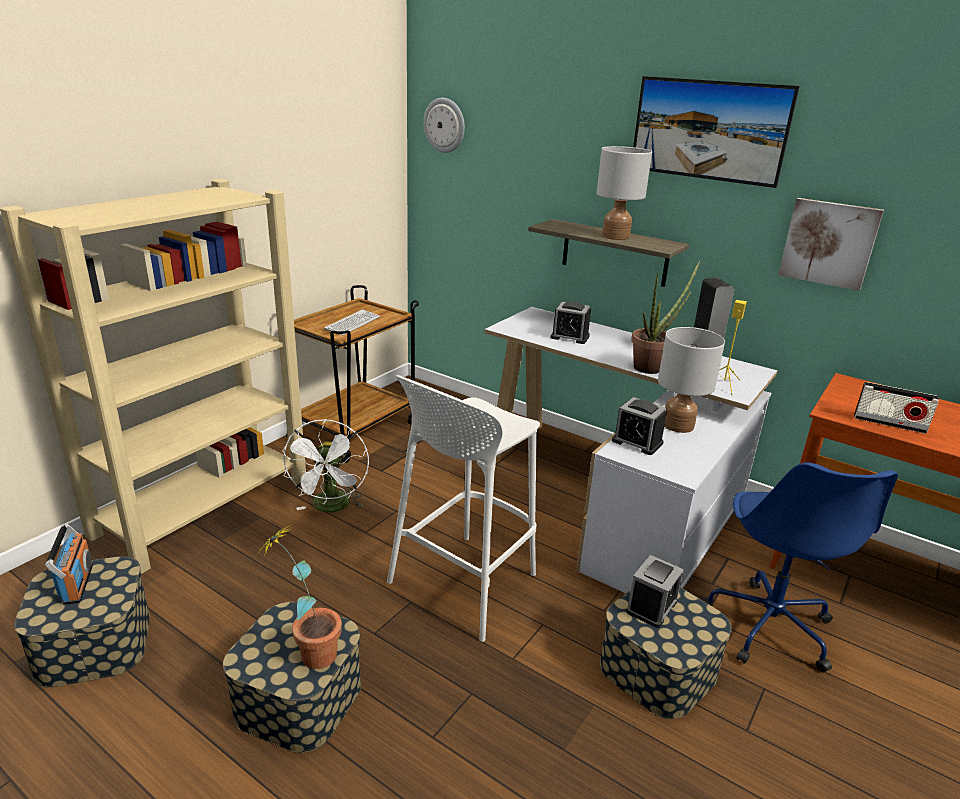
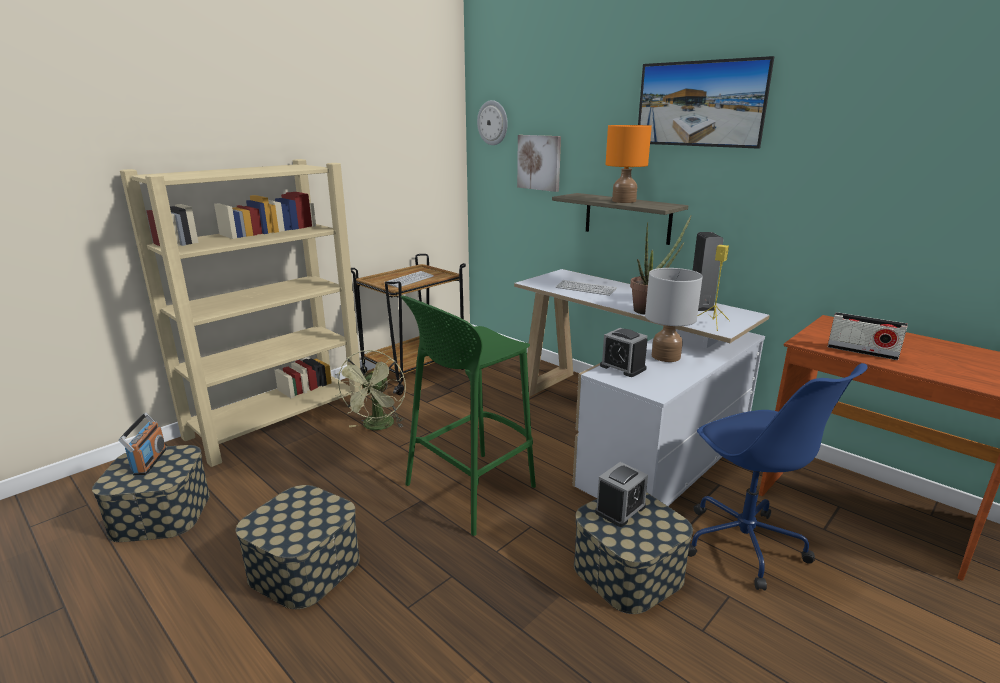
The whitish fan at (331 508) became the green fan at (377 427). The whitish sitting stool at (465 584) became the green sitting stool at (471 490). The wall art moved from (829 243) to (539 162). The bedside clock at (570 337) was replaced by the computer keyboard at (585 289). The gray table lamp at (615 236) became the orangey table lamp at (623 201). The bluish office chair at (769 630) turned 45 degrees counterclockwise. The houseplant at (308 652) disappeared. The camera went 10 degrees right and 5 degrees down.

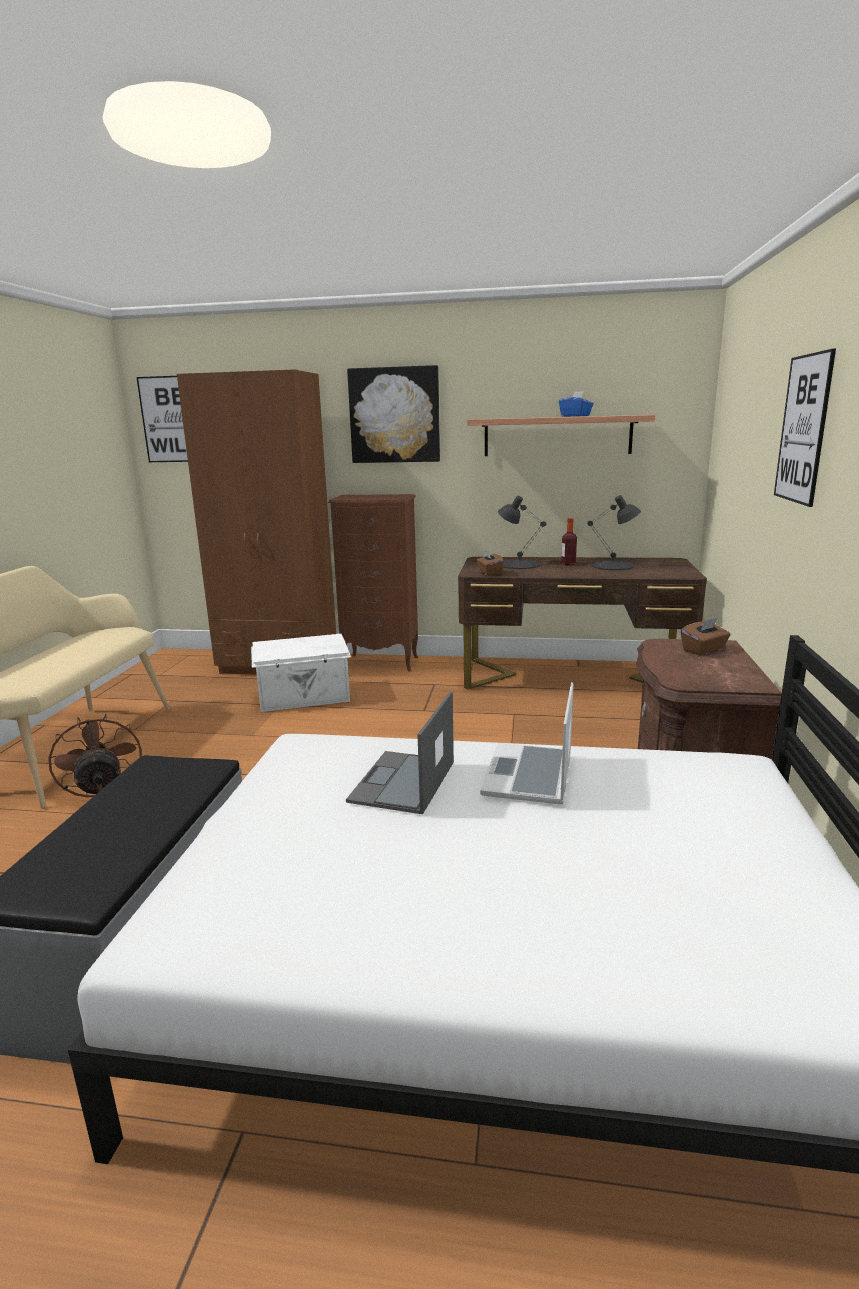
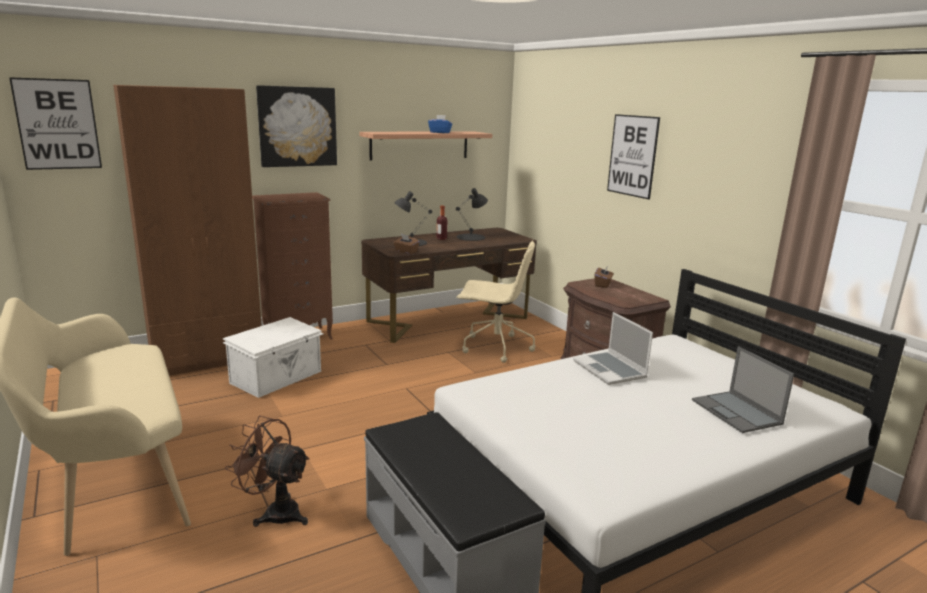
The beige-coloured office chair at (493 347) appeared. The laptop moved from (403 782) to (737 412). The camera went 40 degrees left and 0 degrees up.

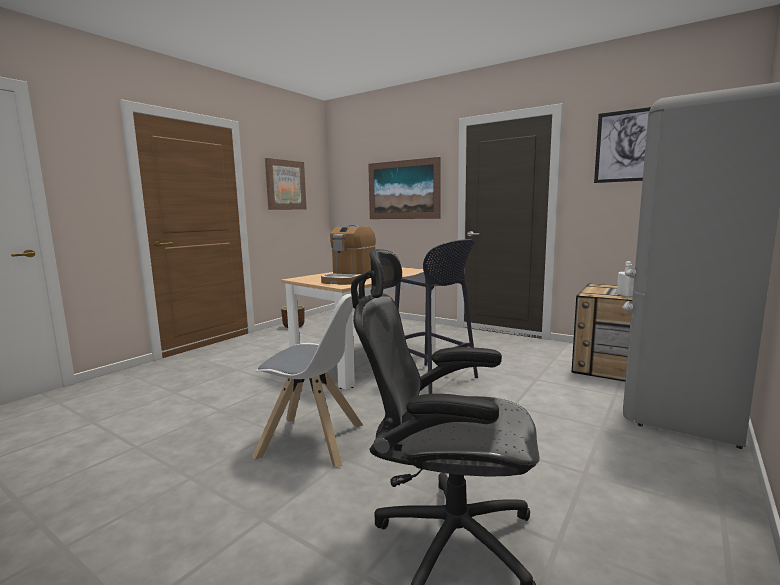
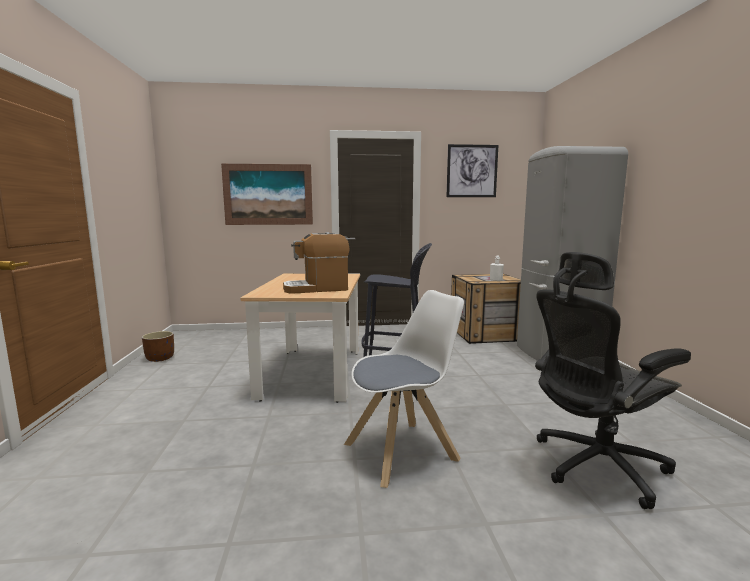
The coffee machine at (349 279) turned 90 degrees clockwise. The wall art at (285 185) disappeared. The camera went 40 degrees left and 0 degrees up.

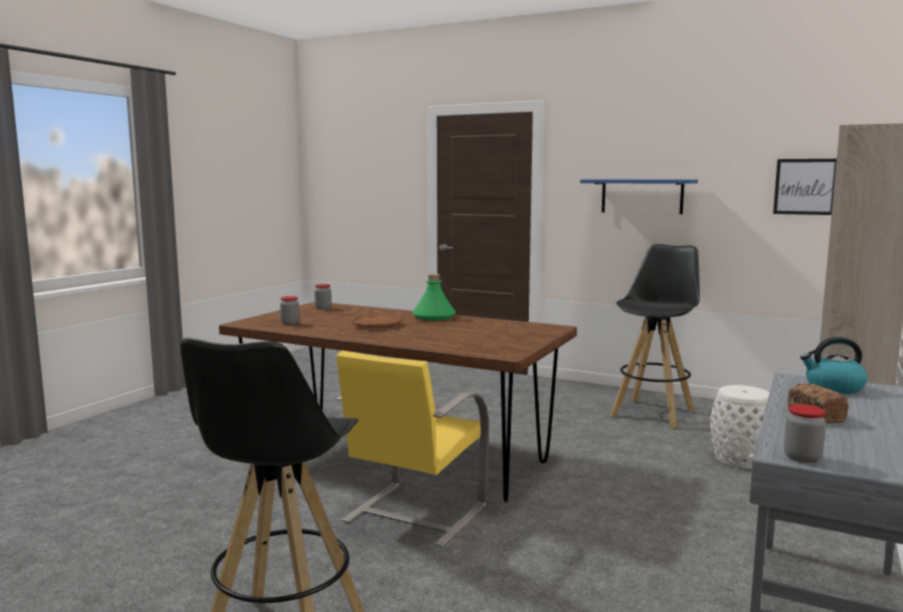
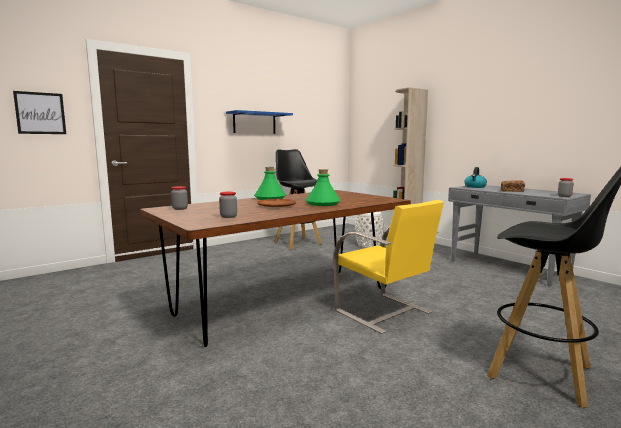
The wall art moved from (805 186) to (40 113). The green drink bottle at (322 203) appeared. The camera went 65 degrees left and 0 degrees up.

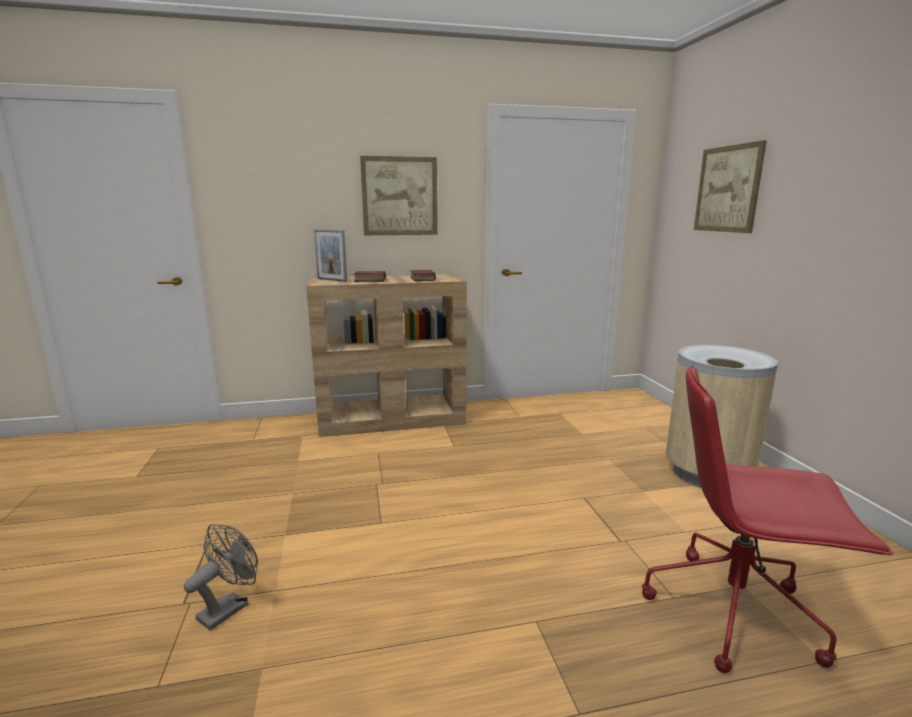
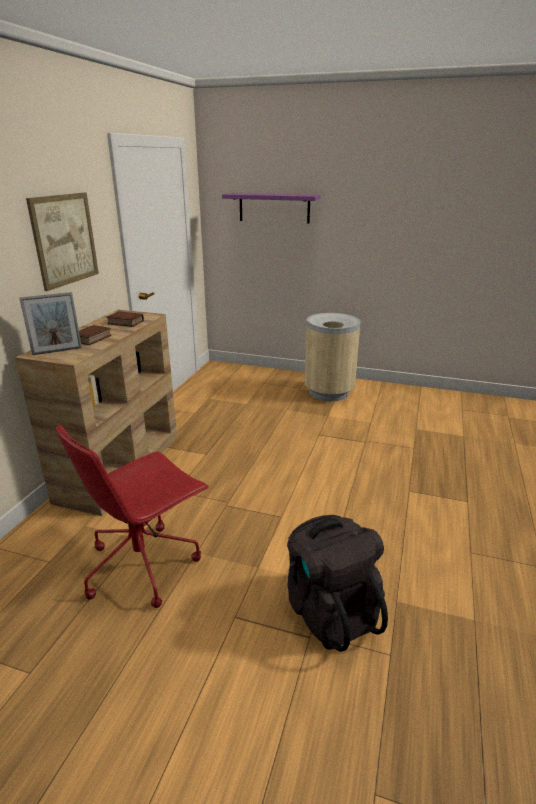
The red-coloured office chair moved from (740 614) to (146 564). The wall art at (728 189) was replaced by the purplish wall shelf at (274 208). The gray fan at (229 607) was replaced by the black backpack at (330 610). The camera went 60 degrees left and 10 degrees up.

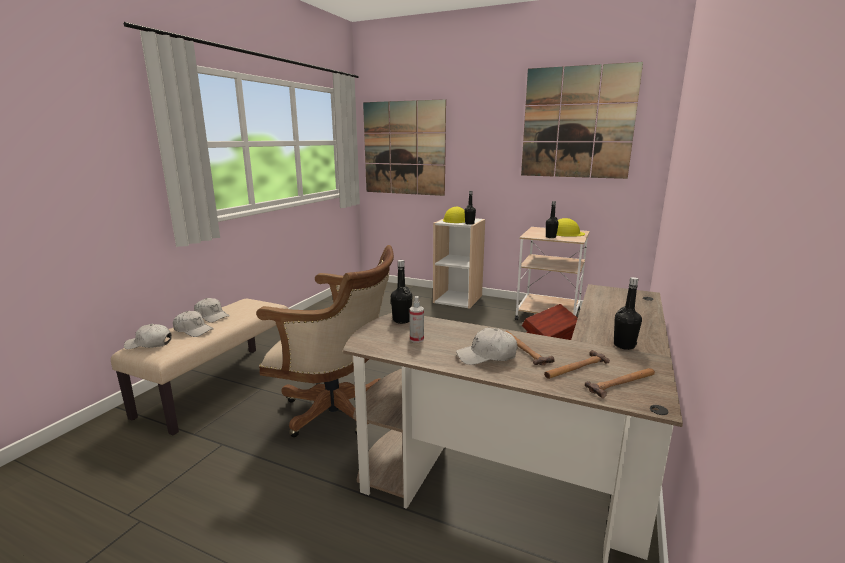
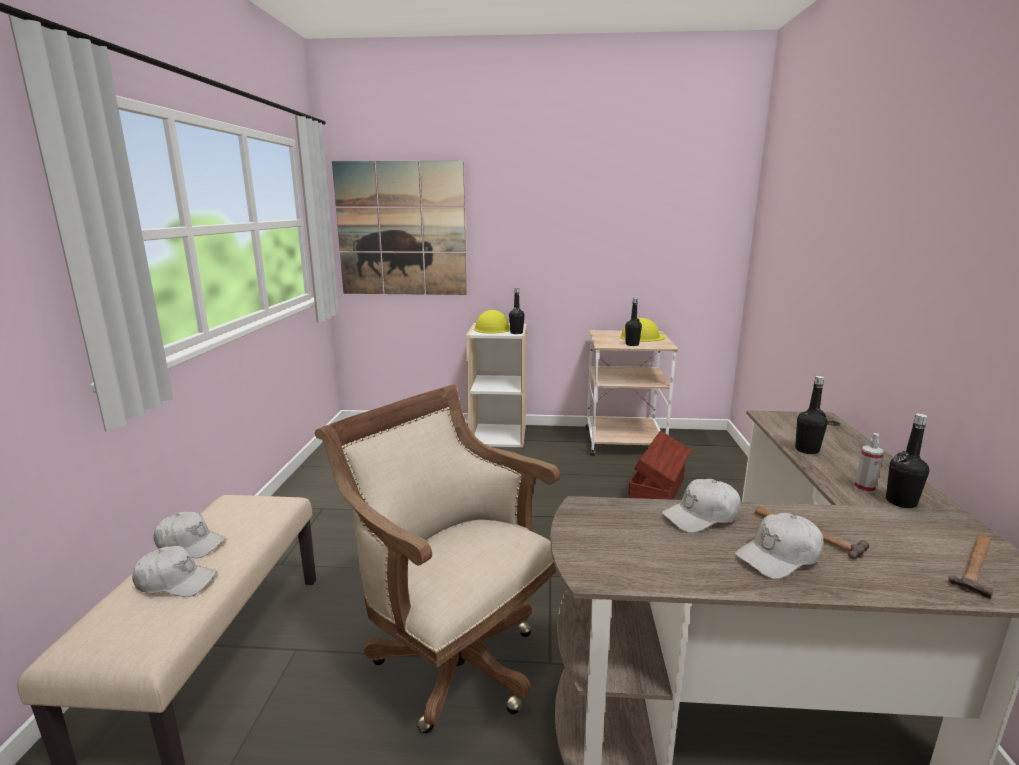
The office chair at (338 411) turned 135 degrees counterclockwise. The whitish baseball cap moved from (149 344) to (701 517). The black drink bottle moved from (401 320) to (807 450). The hand sprayer moved from (416 339) to (864 488). The wall art at (577 123) disappeared. The hammer at (575 368) disappeared. The camera went 20 degrees left and 0 degrees up.

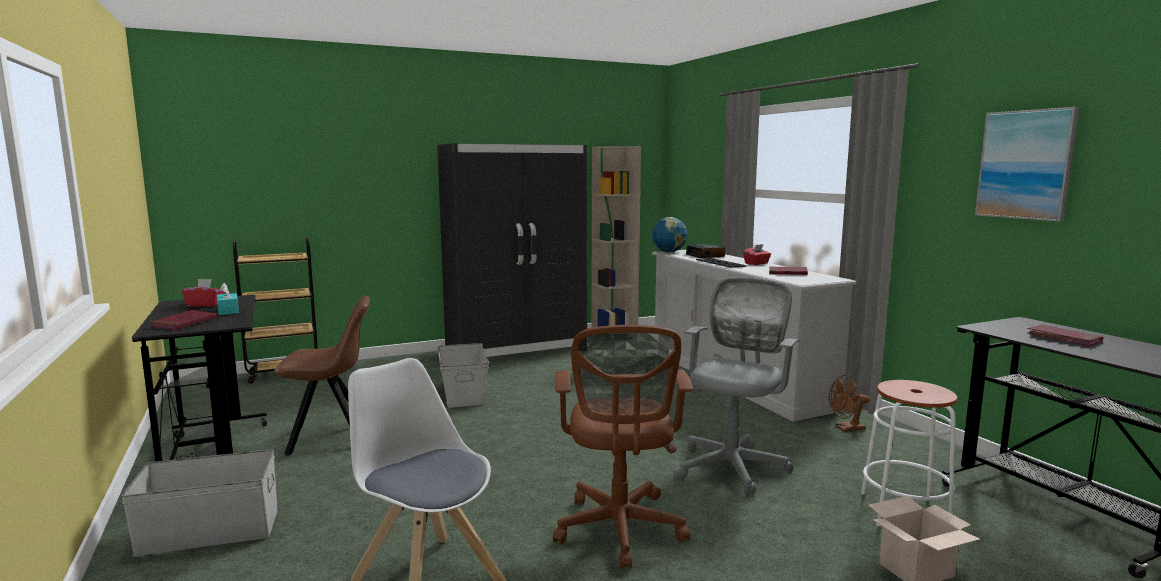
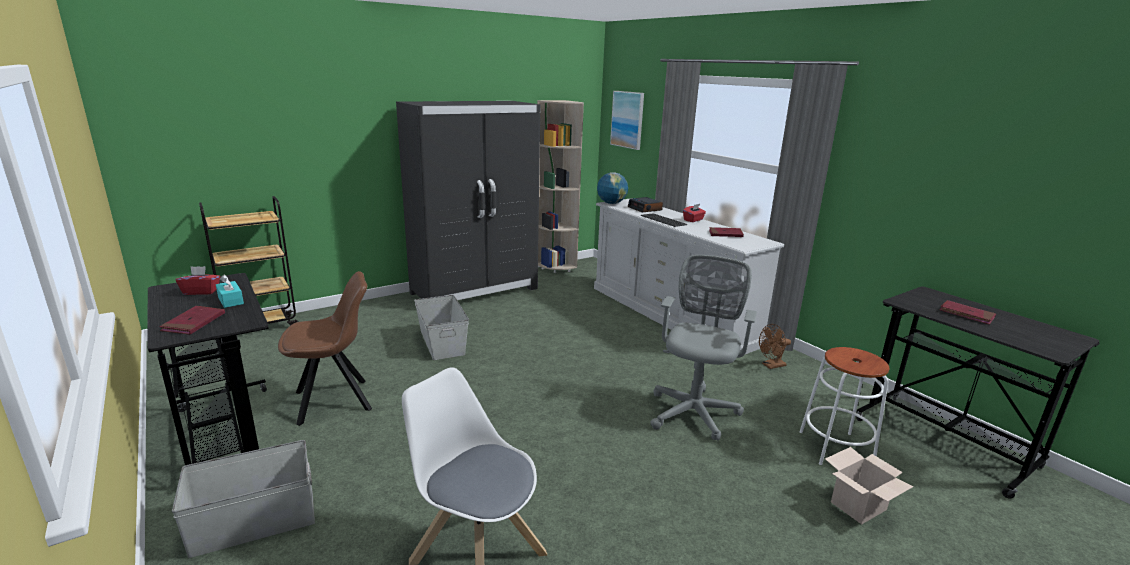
The wall art moved from (1025 165) to (627 119). The brown-coloured office chair at (620 531) disappeared. The camera went 10 degrees left and 10 degrees up.

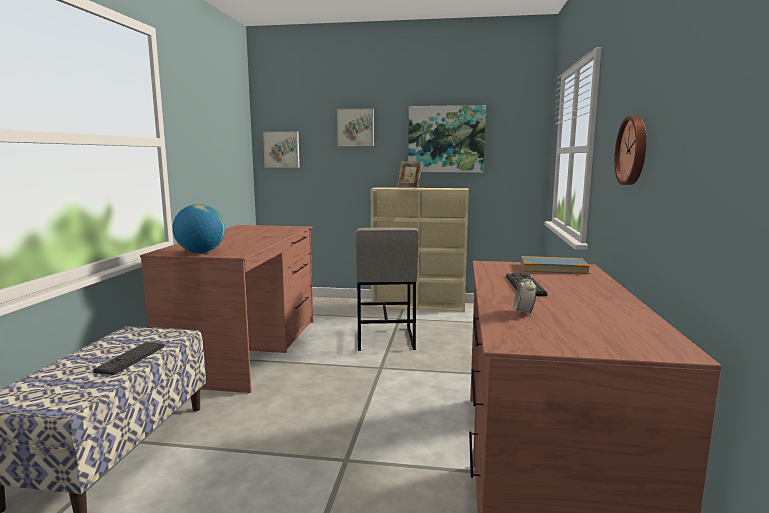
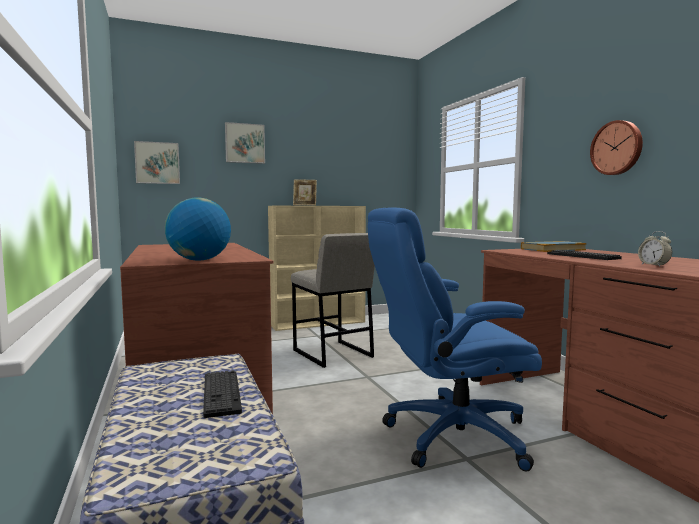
The bluish office chair at (447 436) appeared. The wall art at (446 139) disappeared. The camera went 30 degrees left and 5 degrees down.

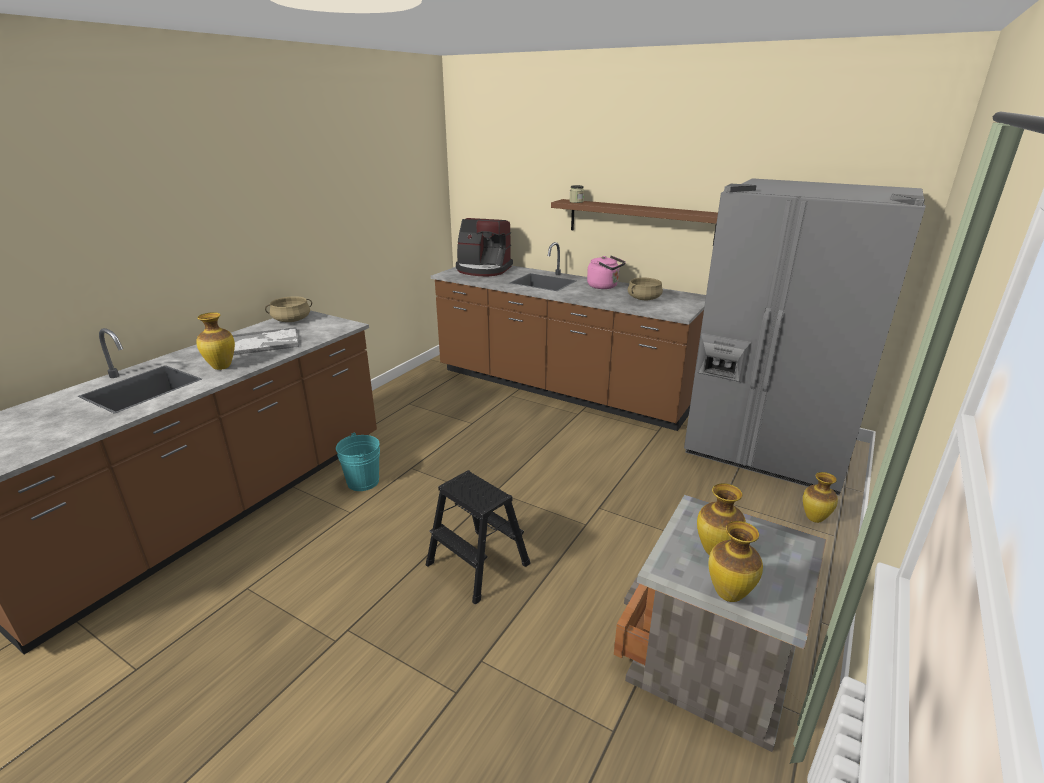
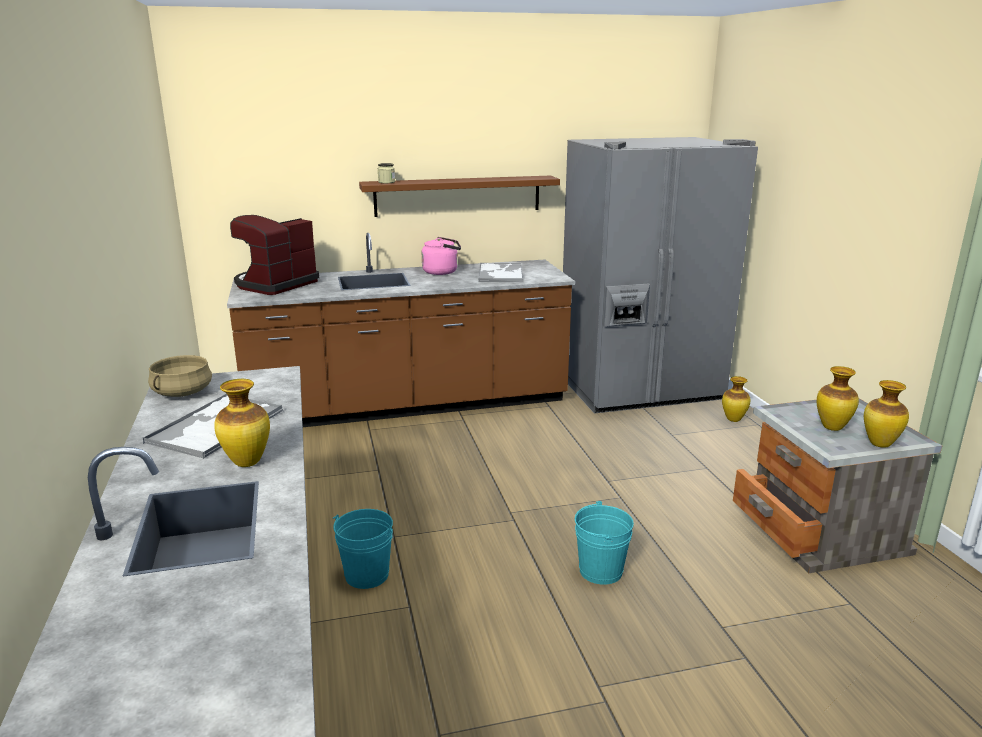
The coffee machine at (483 269) turned 150 degrees clockwise. The beige-coloured saucepot at (644 298) was replaced by the carrying tray at (500 273). The black step stool at (478 564) was replaced by the blue-green pail at (600 571). The camera went 45 degrees left and 5 degrees down.

